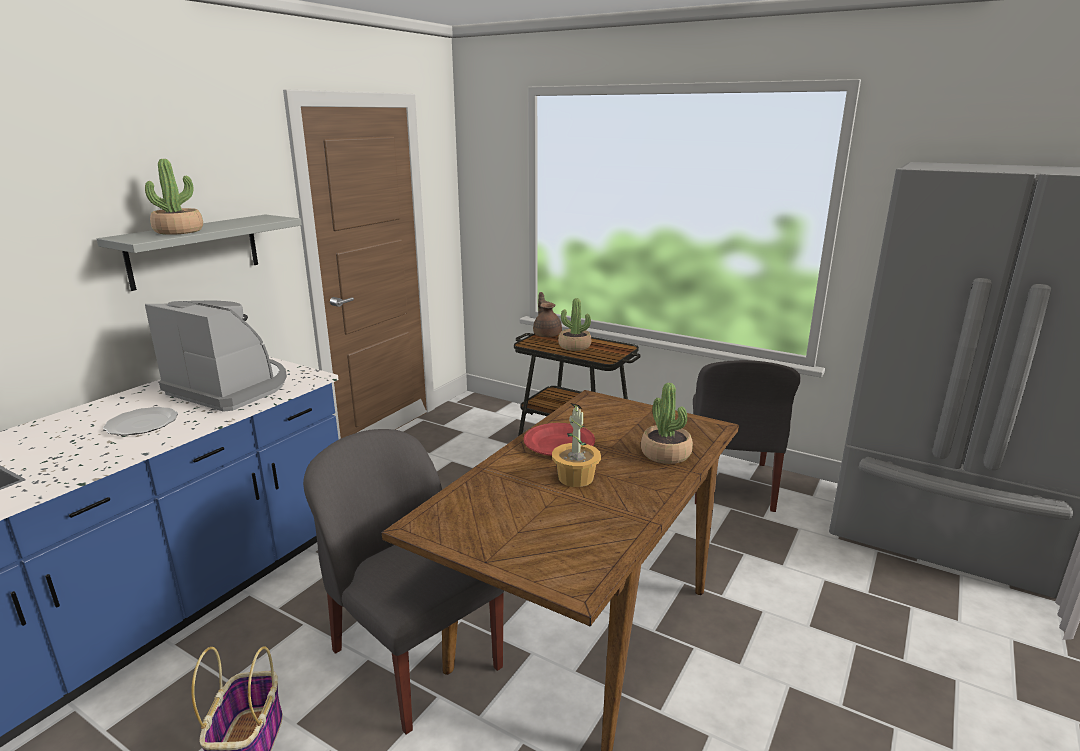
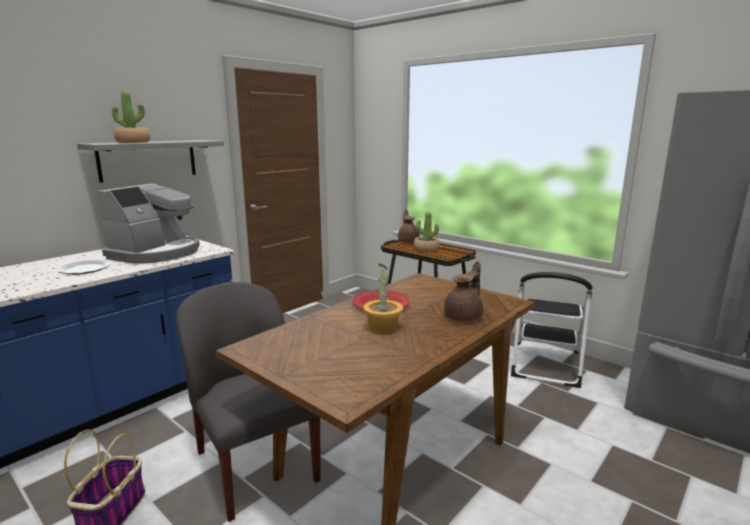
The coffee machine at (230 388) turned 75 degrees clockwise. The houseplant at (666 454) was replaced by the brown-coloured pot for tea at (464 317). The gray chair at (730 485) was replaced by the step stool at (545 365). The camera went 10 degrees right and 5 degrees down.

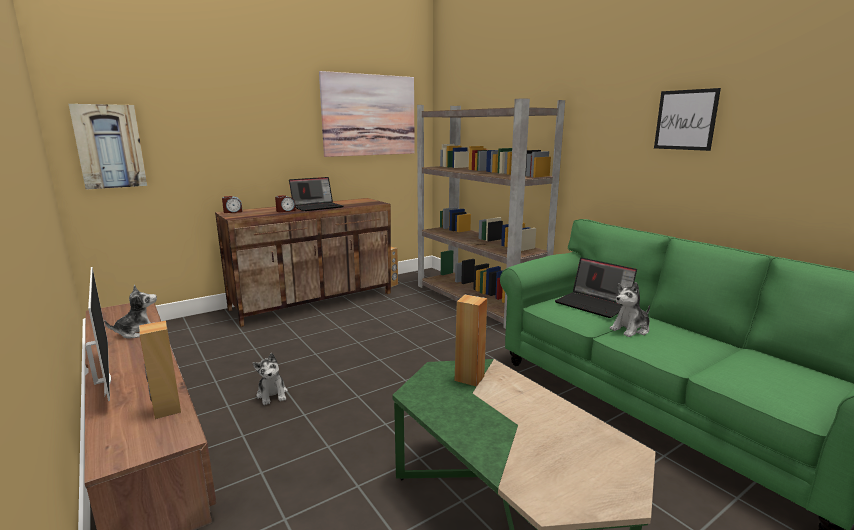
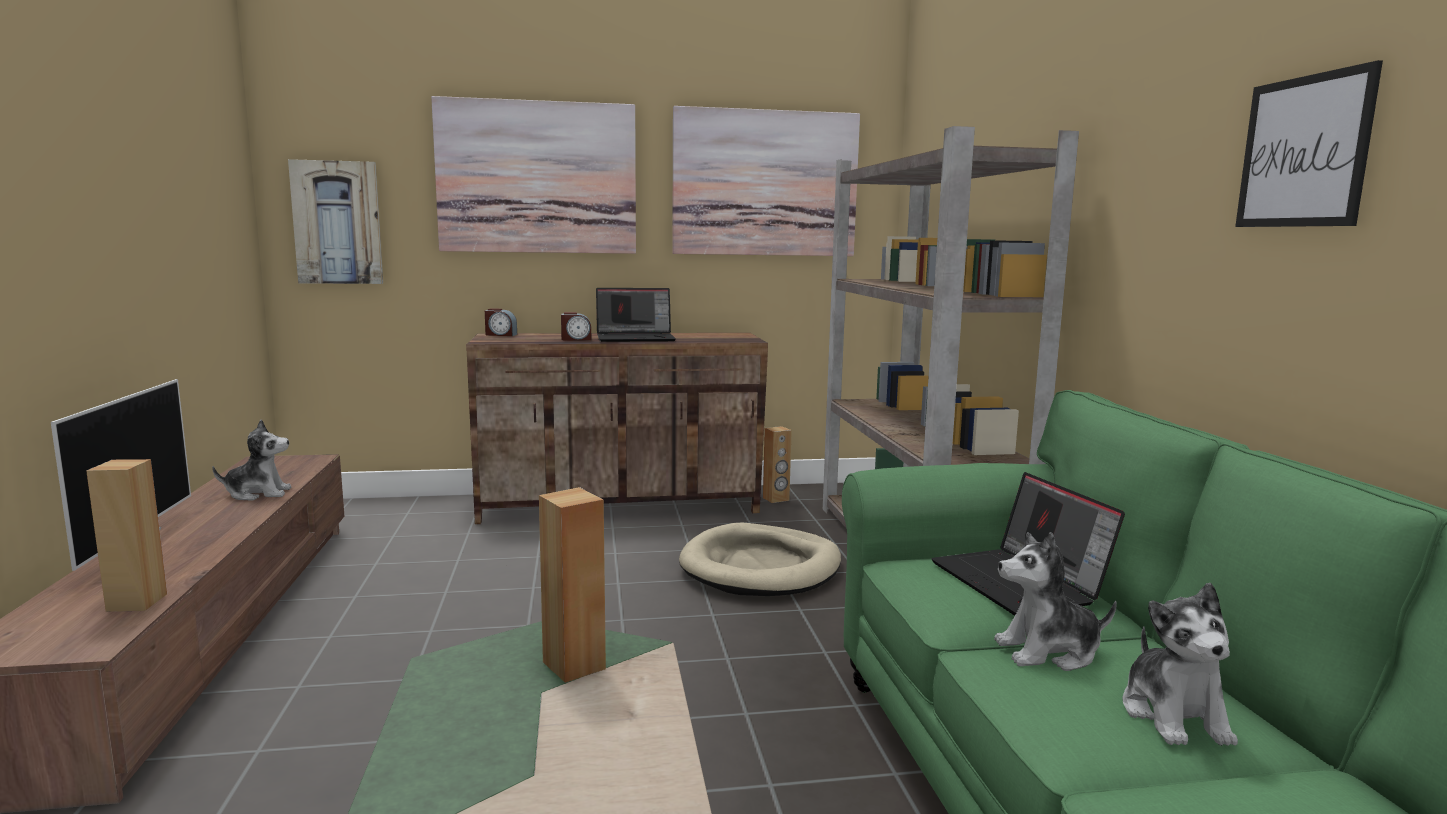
The wall art at (537 178) appeared. The beige-coloured dog cushion at (761 567) appeared. The cuddly toy moved from (272 394) to (1174 716). The camera went 25 degrees right and 5 degrees down.

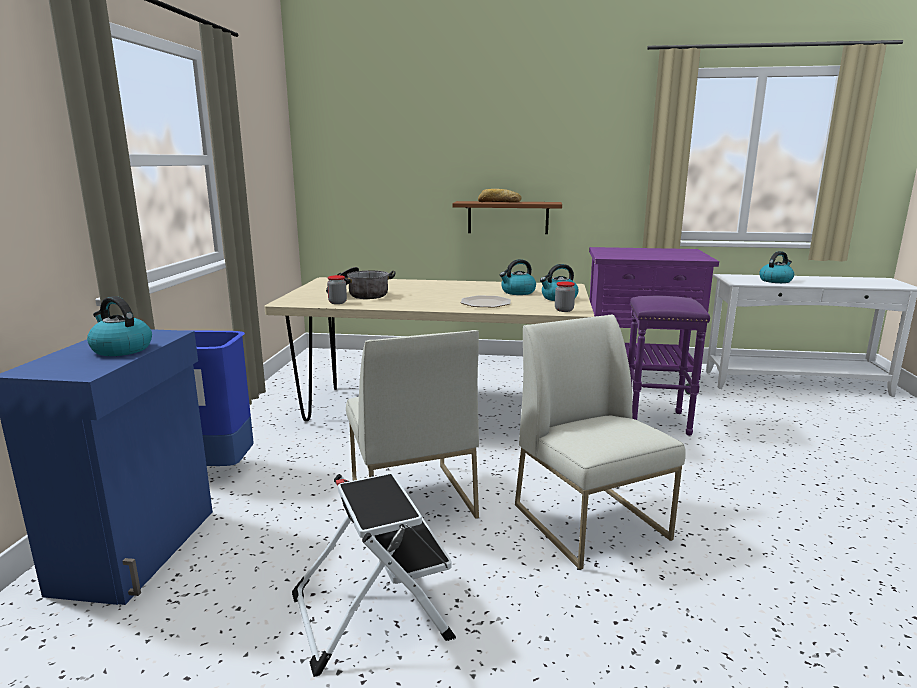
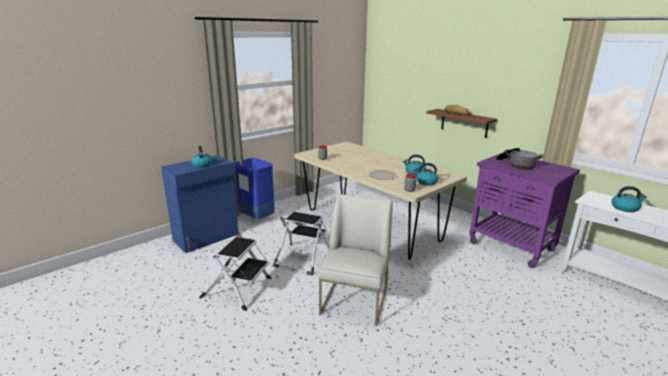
The whitish chair at (410 498) was replaced by the step stool at (303 258). The saucepot moved from (359 295) to (516 164). The purplish sitting stool at (658 422) disappeared. The camera went 40 degrees right and 5 degrees up.

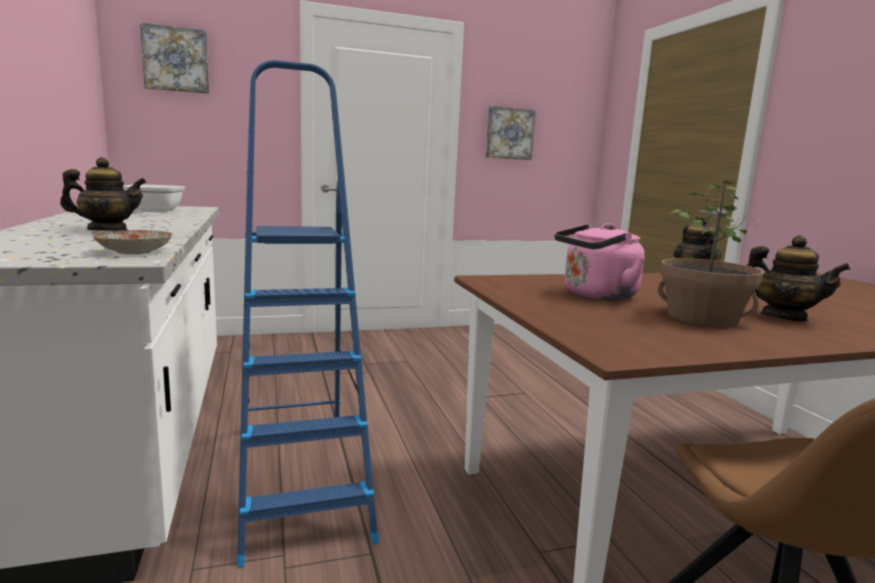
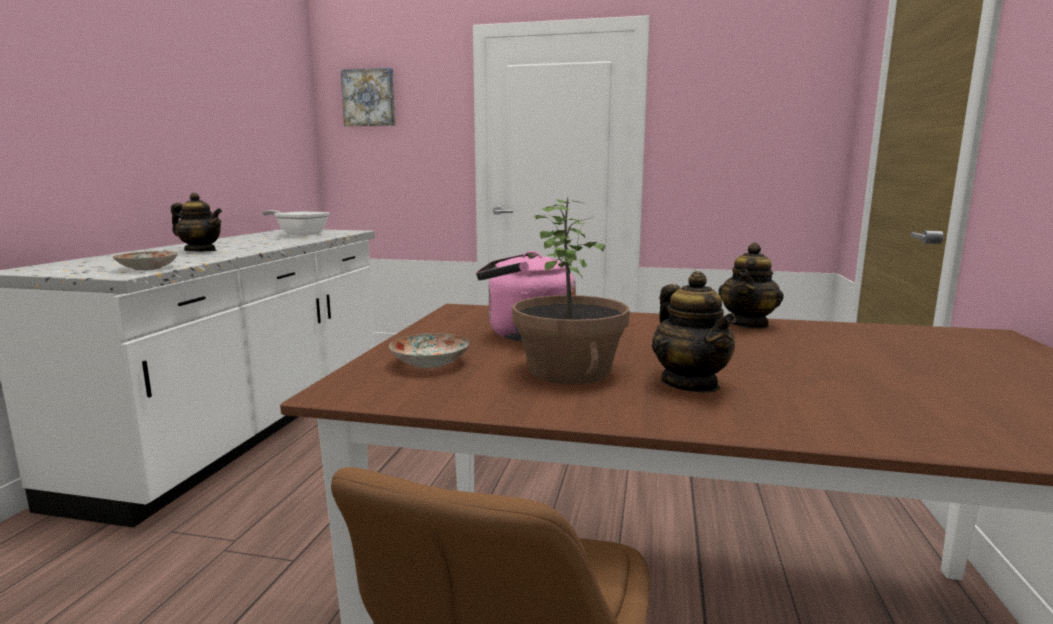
The plate at (431 363) appeared. The bluish step stool at (300 477) disappeared. The wall art at (509 133) disappeared. The camera went 30 degrees right and 0 degrees up.

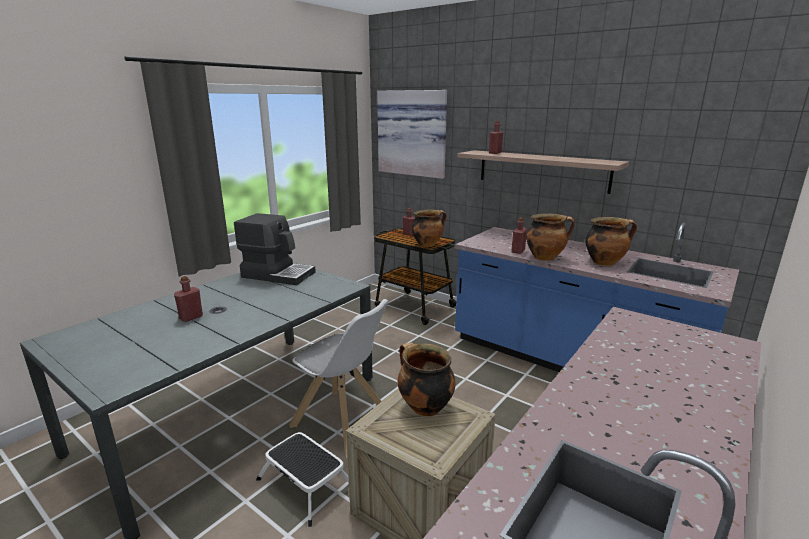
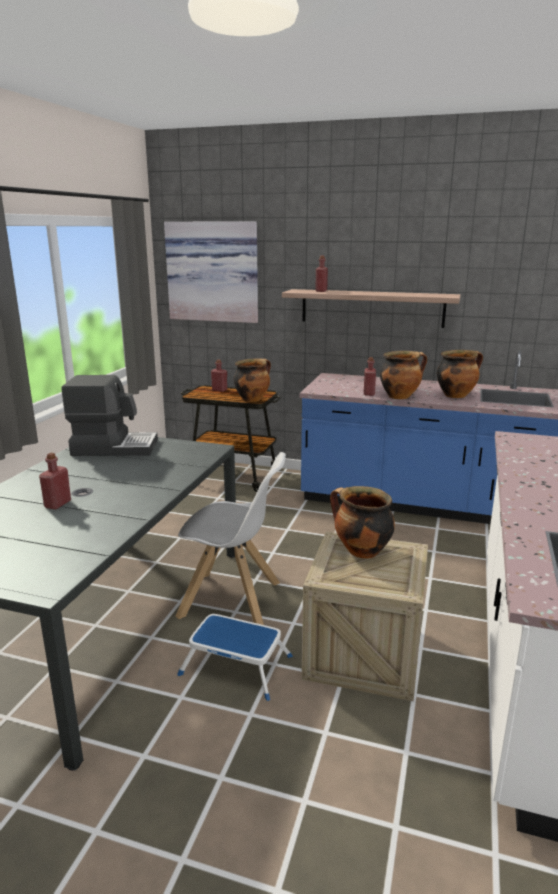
The black step stool at (305 484) became the bluish step stool at (236 665). The camera went 20 degrees left and 0 degrees up.

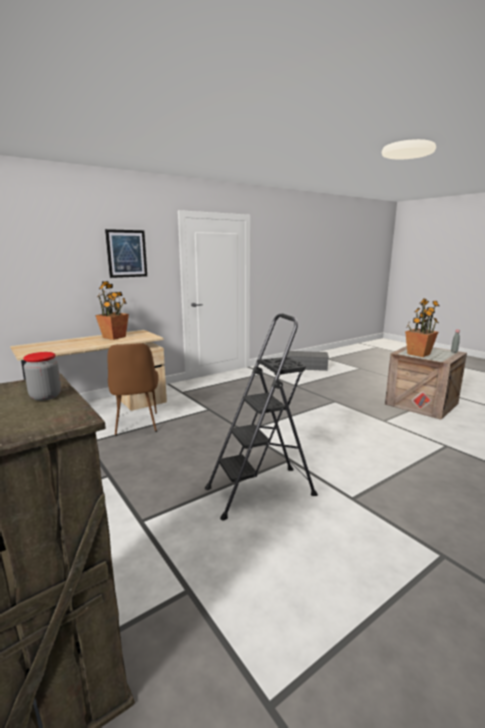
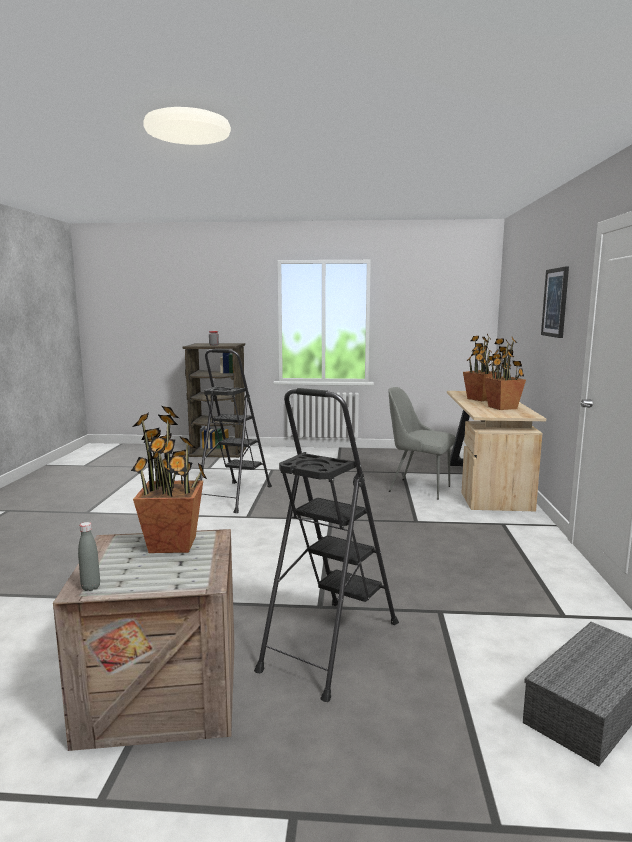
The step stool at (330 645) appeared. The brown-coloured chair at (137 424) became the gray chair at (419 489). The houseplant at (480 399) appeared. The camera went 130 degrees right and 5 degrees down.

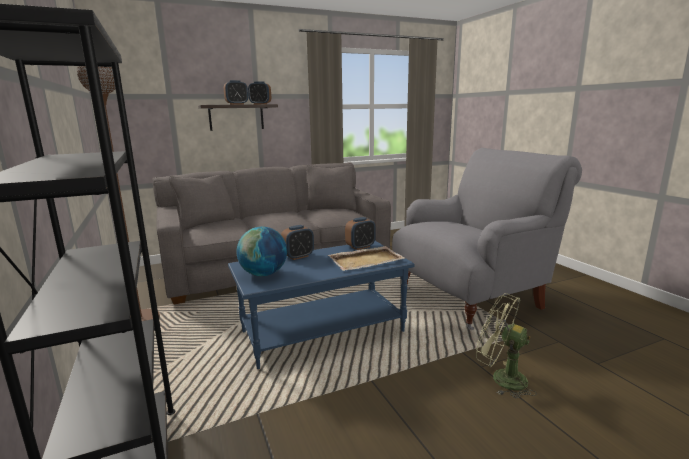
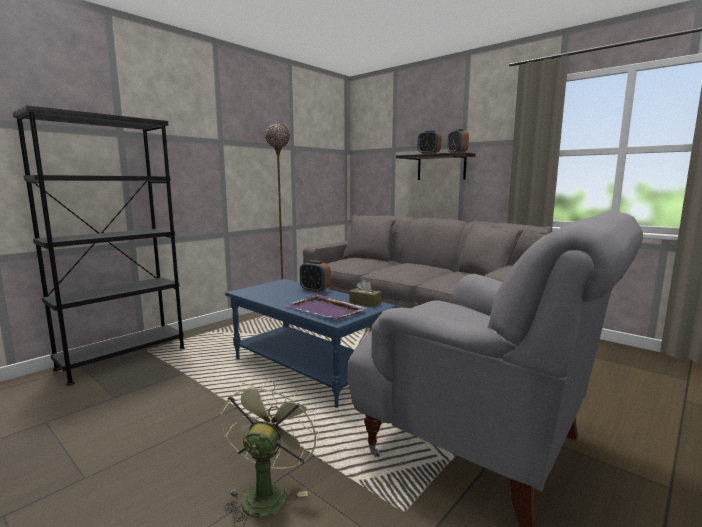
The beige-coloured carrying tray at (366 260) became the purplish carrying tray at (326 310). The bedside clock at (360 247) was replaced by the brown-coloured box of tissues at (365 303). The desk globe at (263 274) disappeared. The camera went 65 degrees right and 5 degrees down.

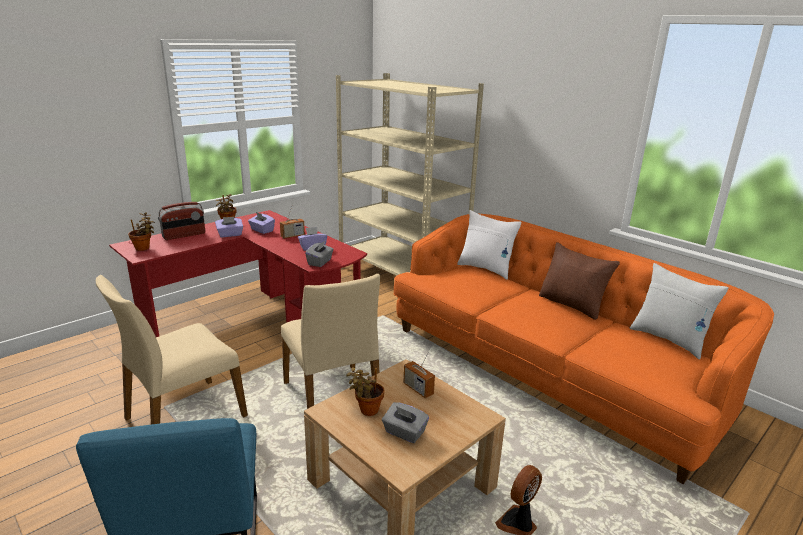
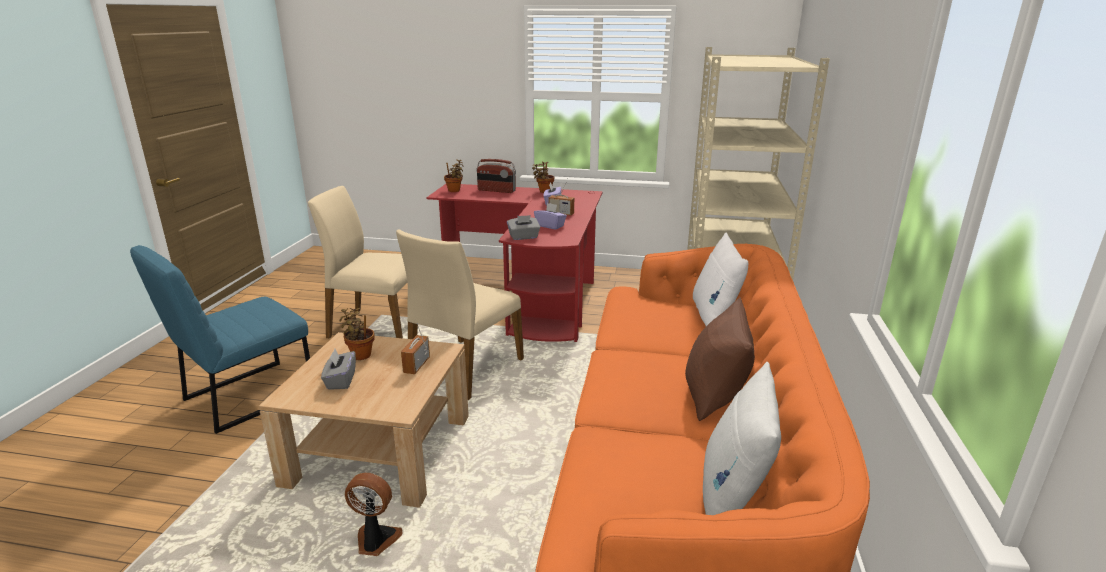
The purplish box of tissues at (230 234) disappeared. The camera went 55 degrees right and 0 degrees up.

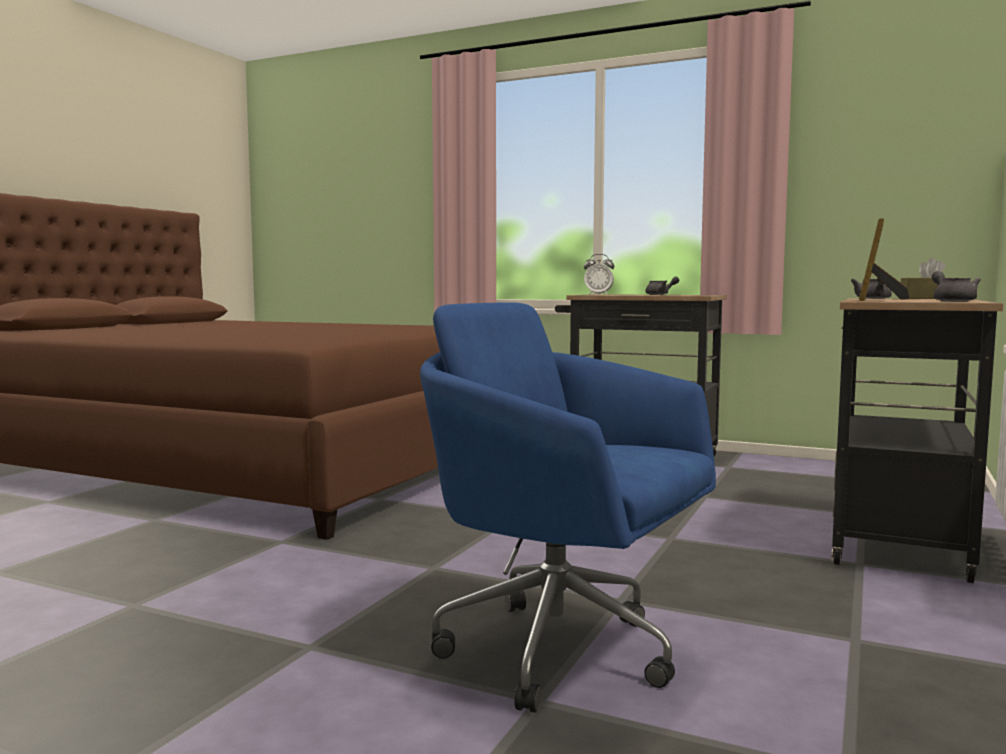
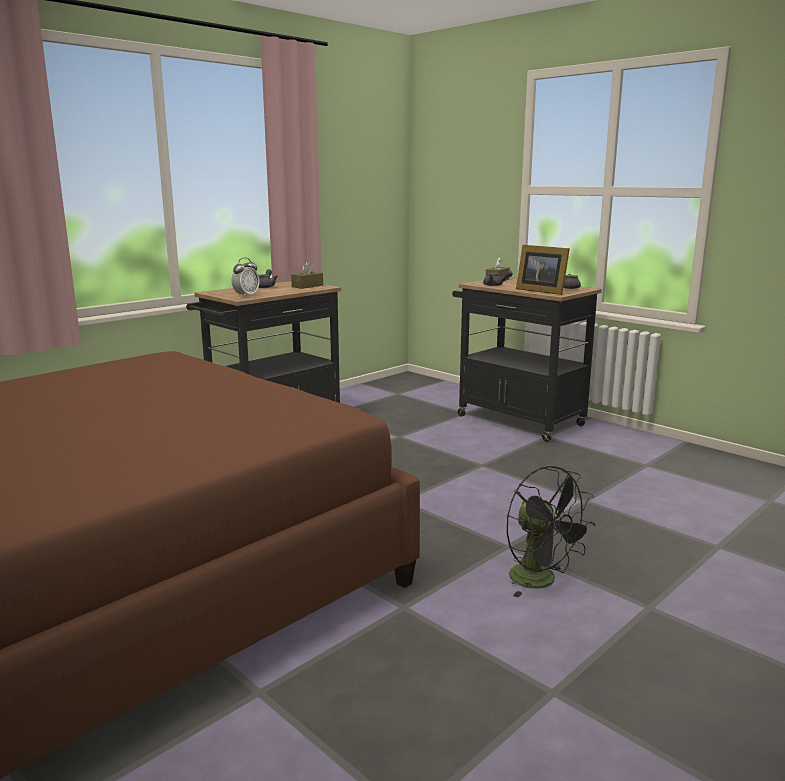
The brown-coloured box of tissues at (307 286) appeared. The black fan at (541 581) appeared. The bluish office chair at (567 656) disappeared. The camera went 70 degrees left and 10 degrees up.

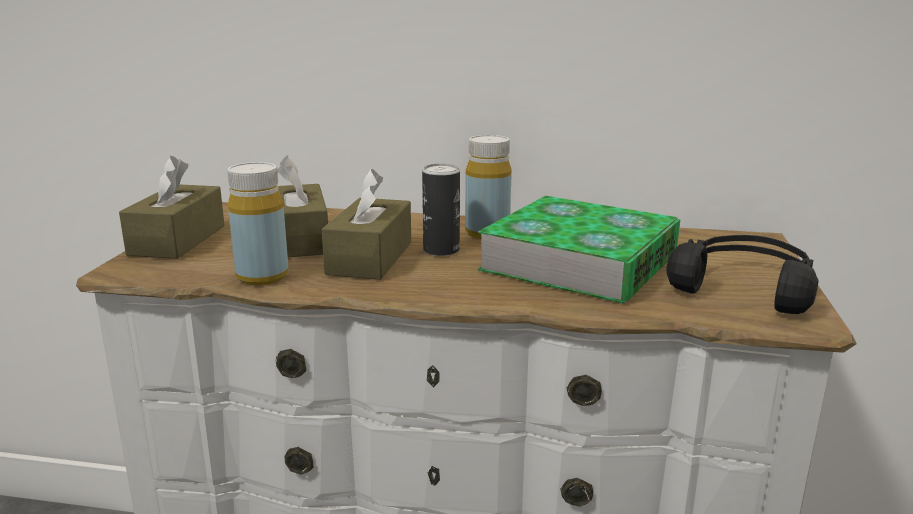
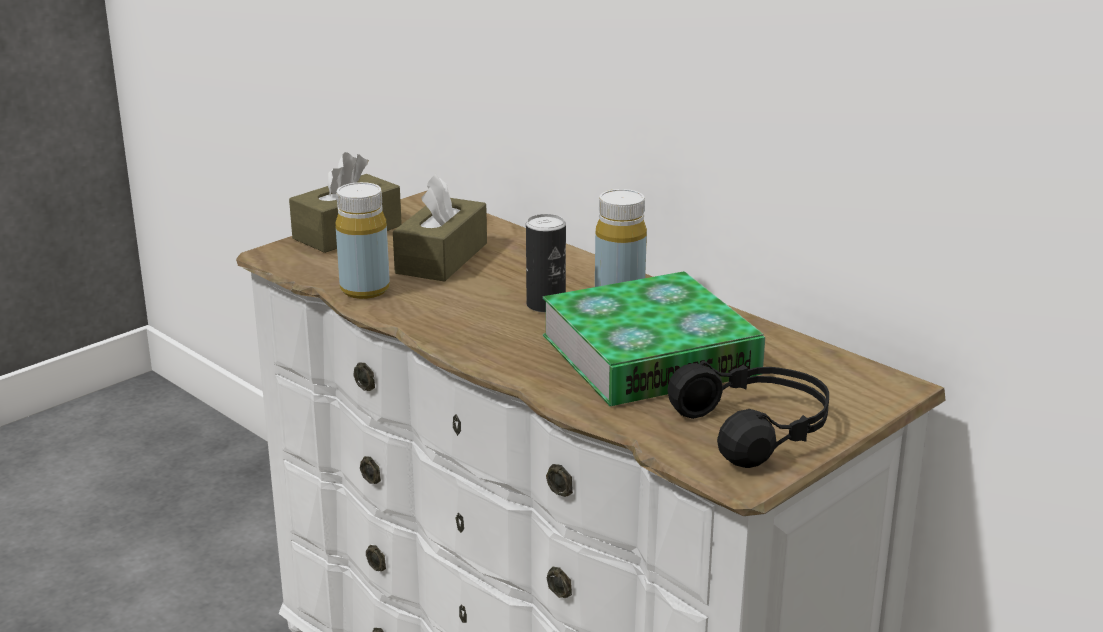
The brown-coloured box of tissues at (370 258) disappeared. The camera went 35 degrees right and 5 degrees up.

